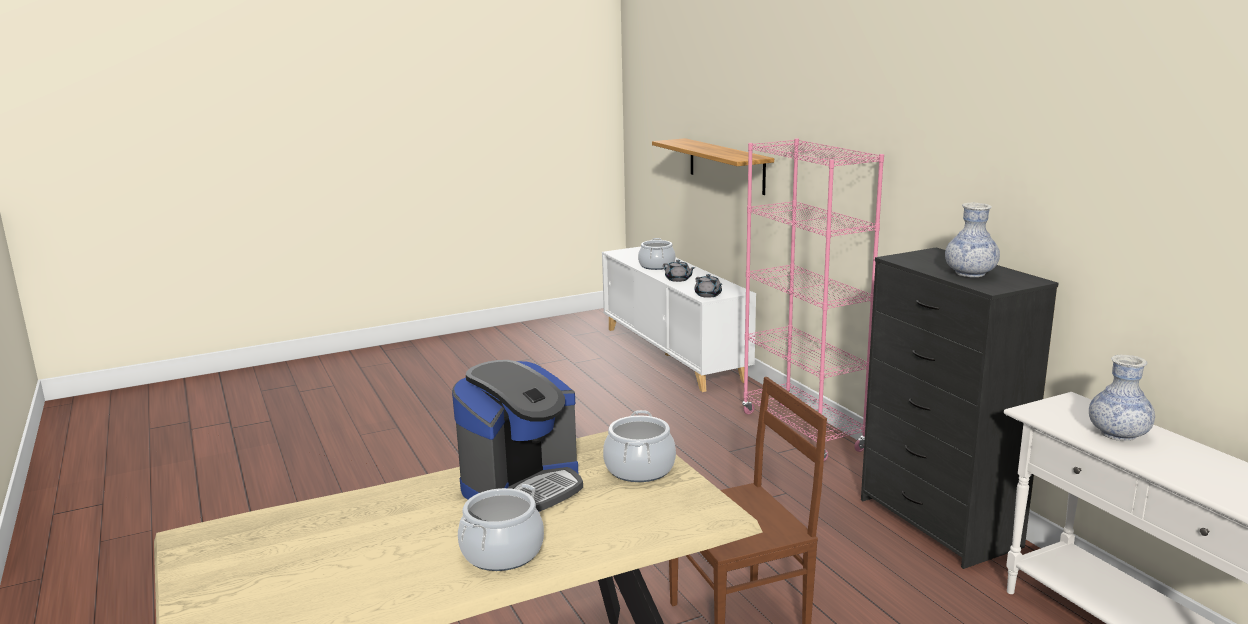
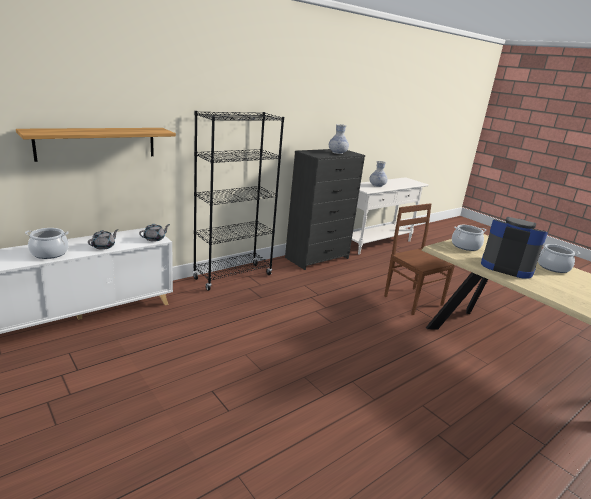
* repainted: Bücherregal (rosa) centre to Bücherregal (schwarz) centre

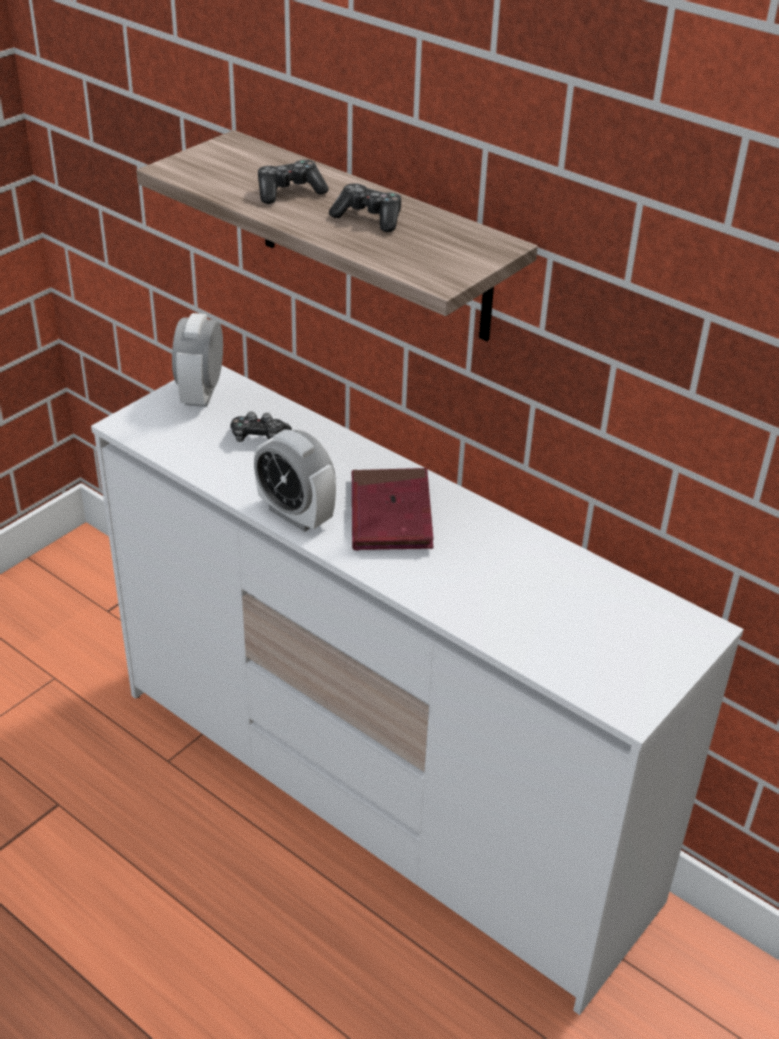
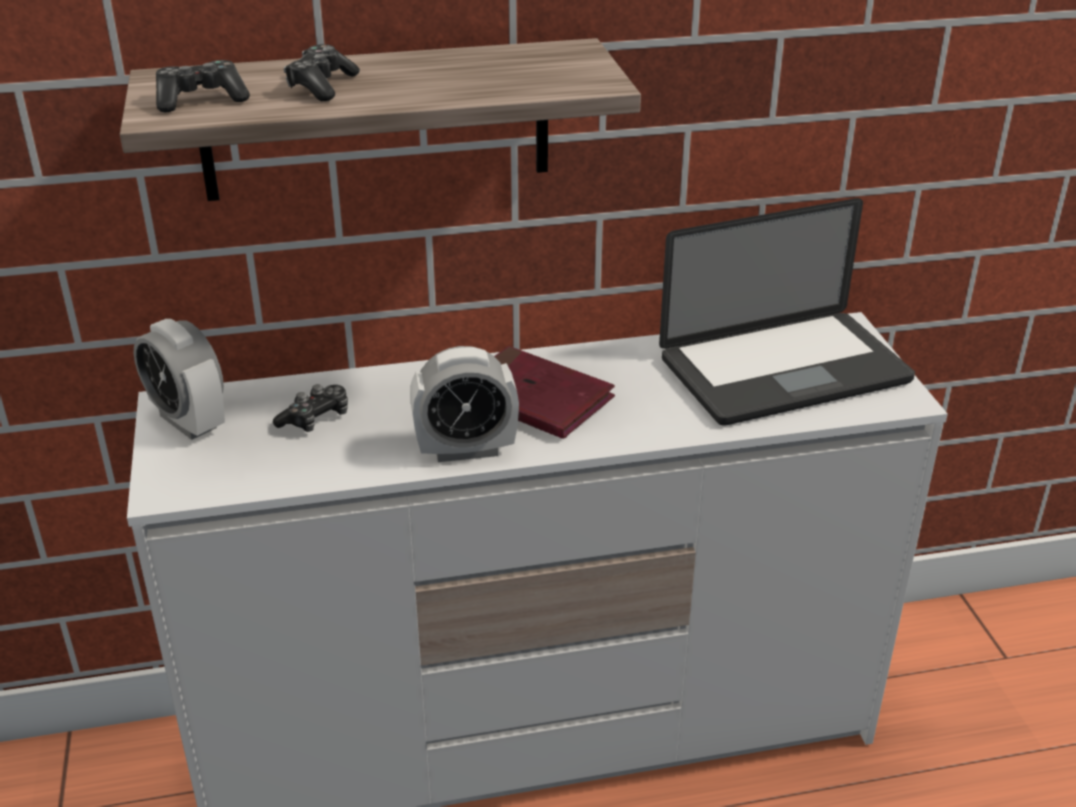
* shifted: Gamepad (no. 3 from left in the first image) top centre to Gamepad (no. 1 from left) top left
* new: Laptop middle right

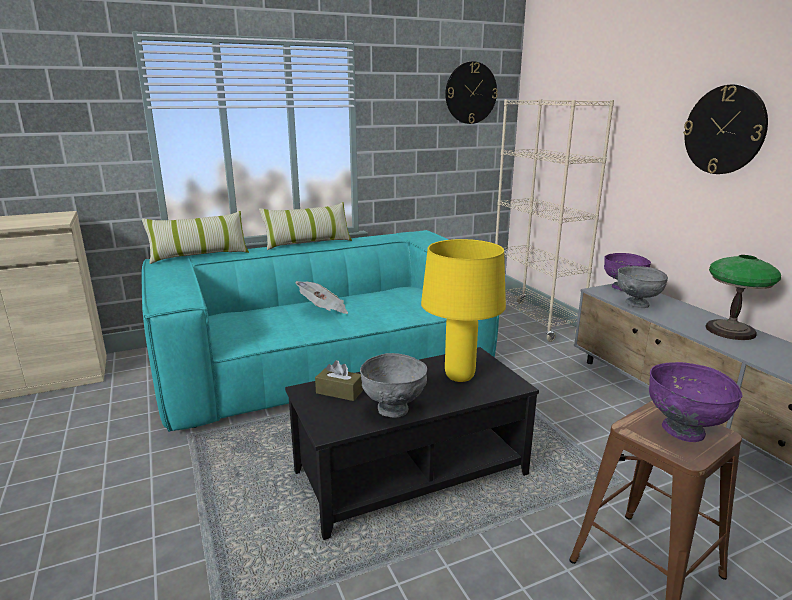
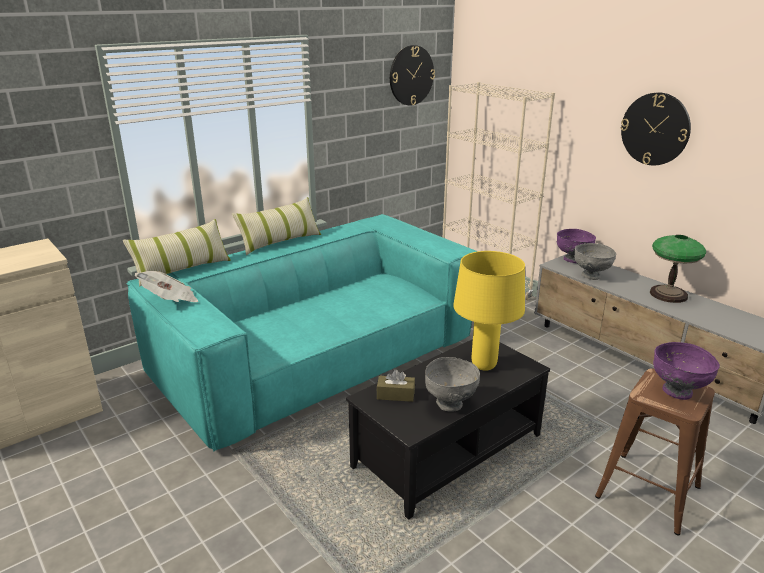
* shifted: Zeitung centre to middle left

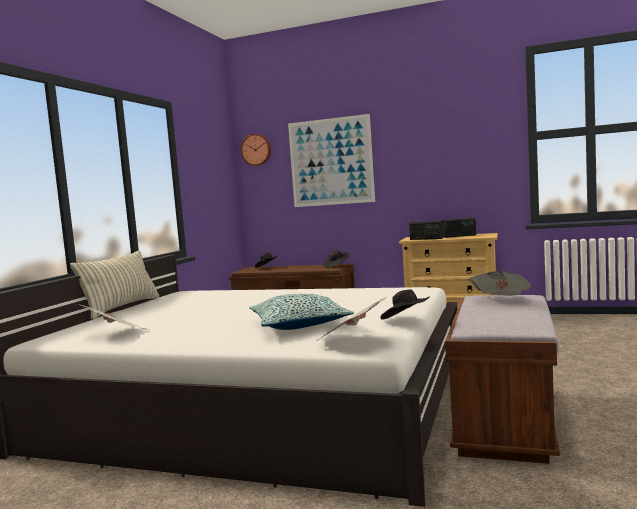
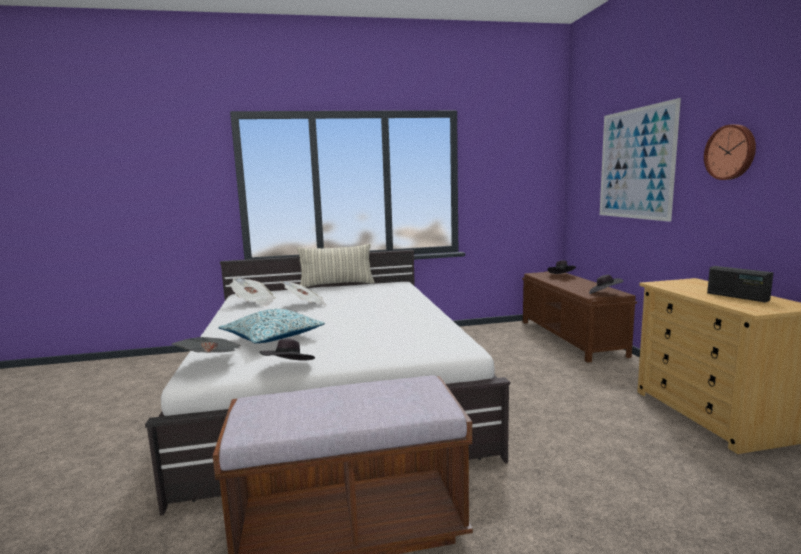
* shifted: Wanduhr top centre to top right
* gone: Radio (no. 1 from left) middle right
* shifted: Zeitung (no. 3 from left) middle right to centre

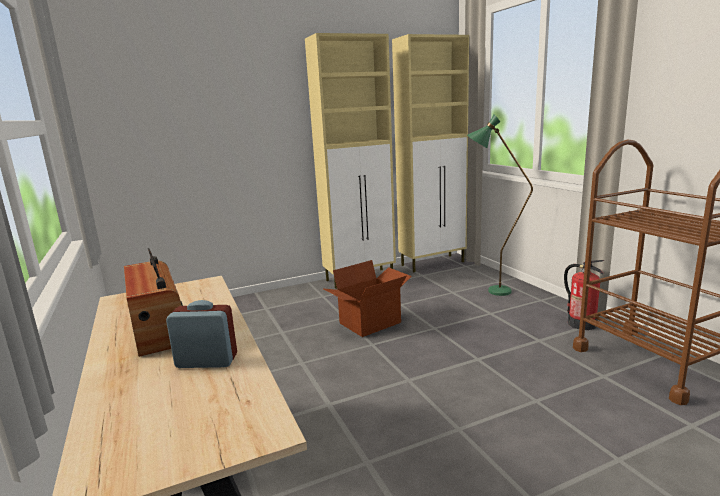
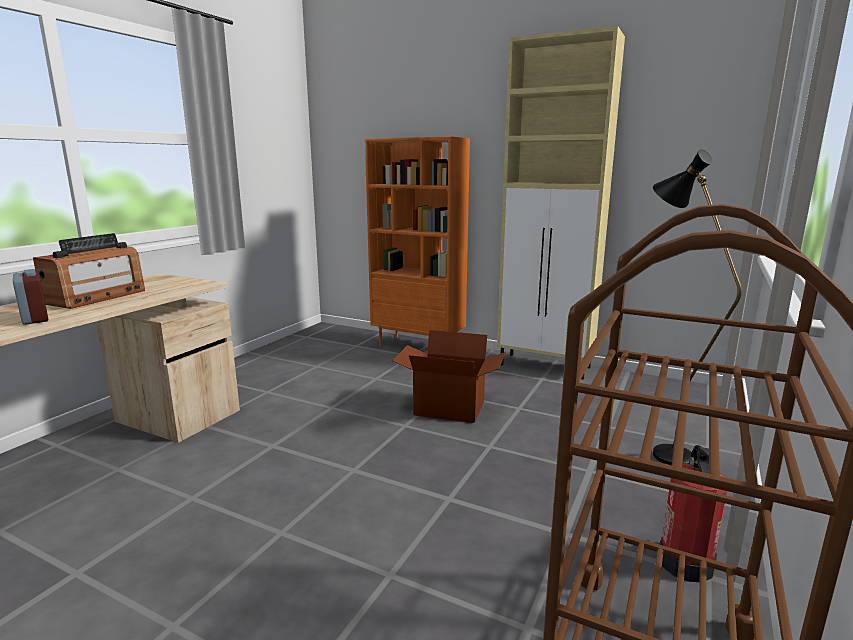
* gone: Schrank (beige) (no. 2 from left) top centre
* repainted: Stehlampe (grün) middle right to Stehlampe (schwarz) middle right
* new: Bücherregal (orange) centre

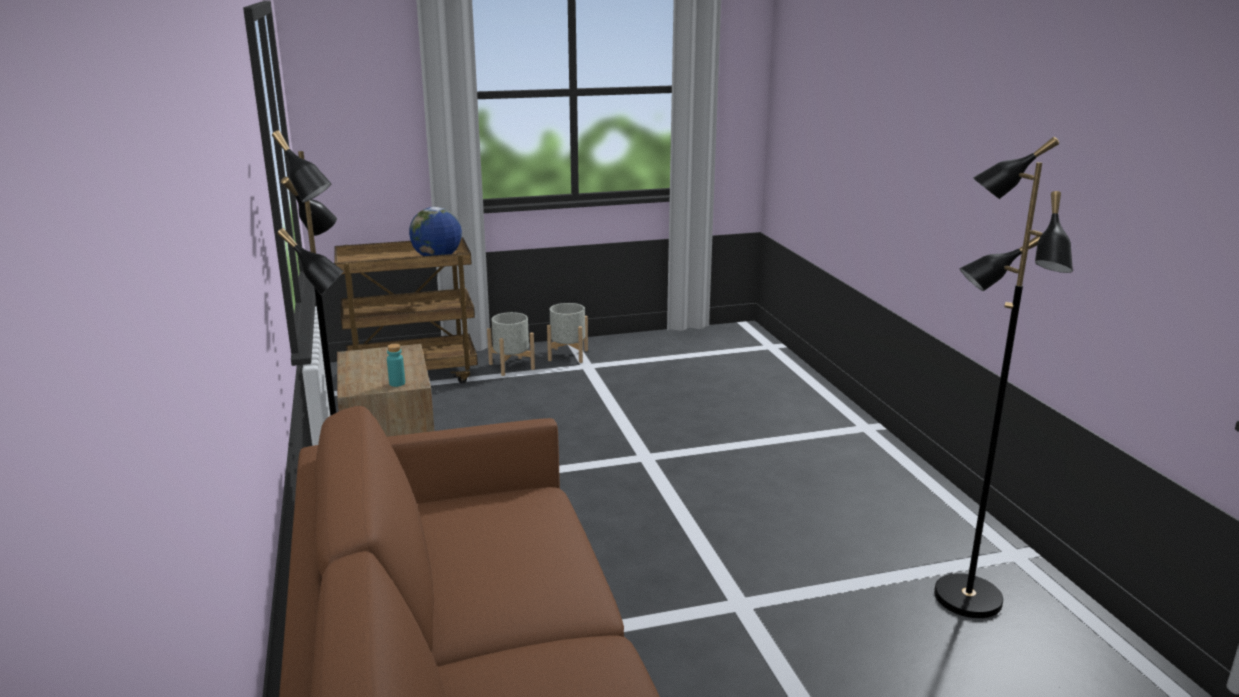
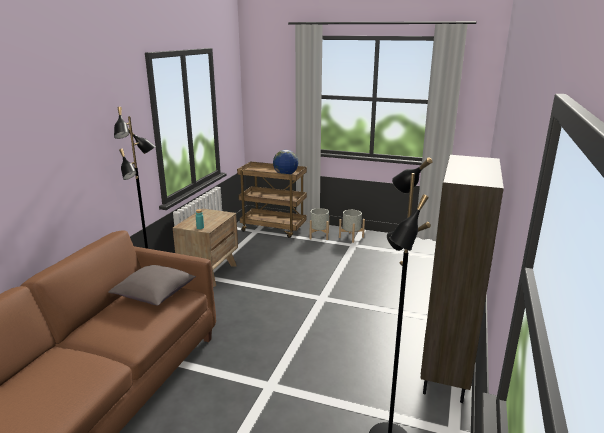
* new: Kissen (grau) middle left
* new: Bücherregal (braun) middle right

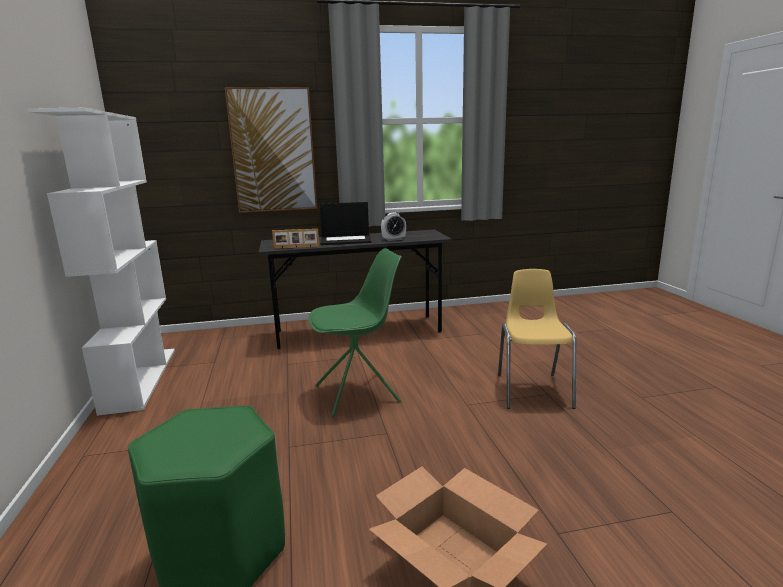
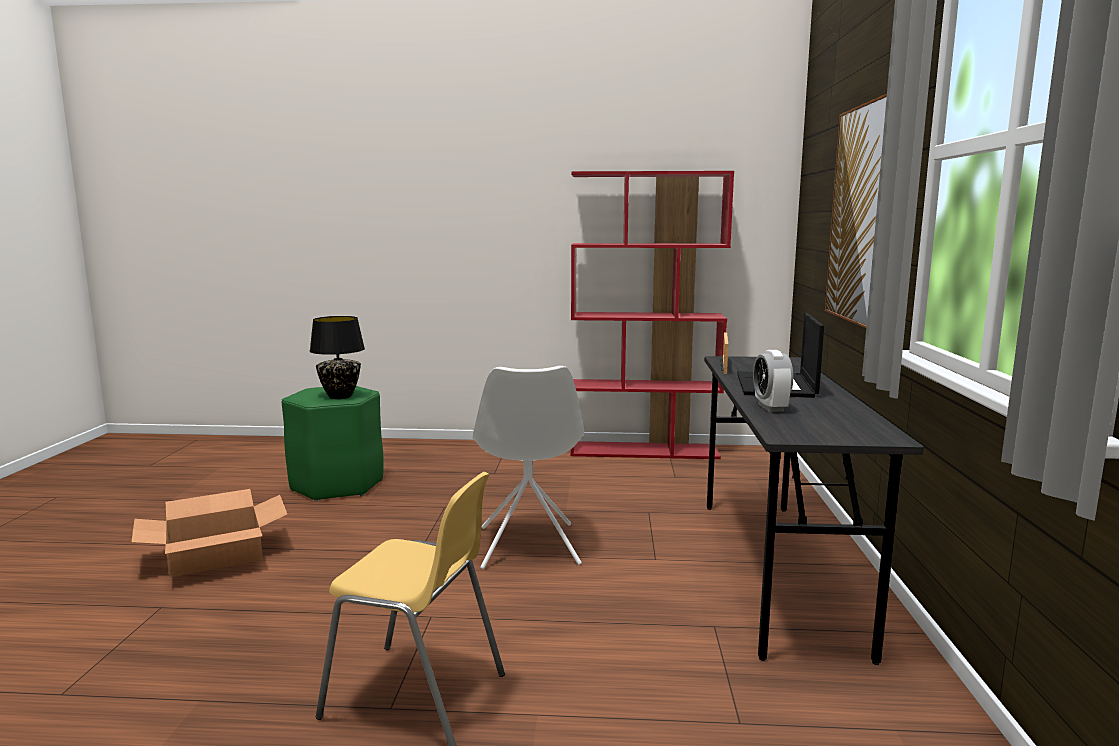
* repainted: Bücherregal (weiß) middle left to Bücherregal (rot) centre
* repainted: Stuhl (grün) centre to Stuhl (weiß) centre
* new: Tischlampe (schwarz) middle left

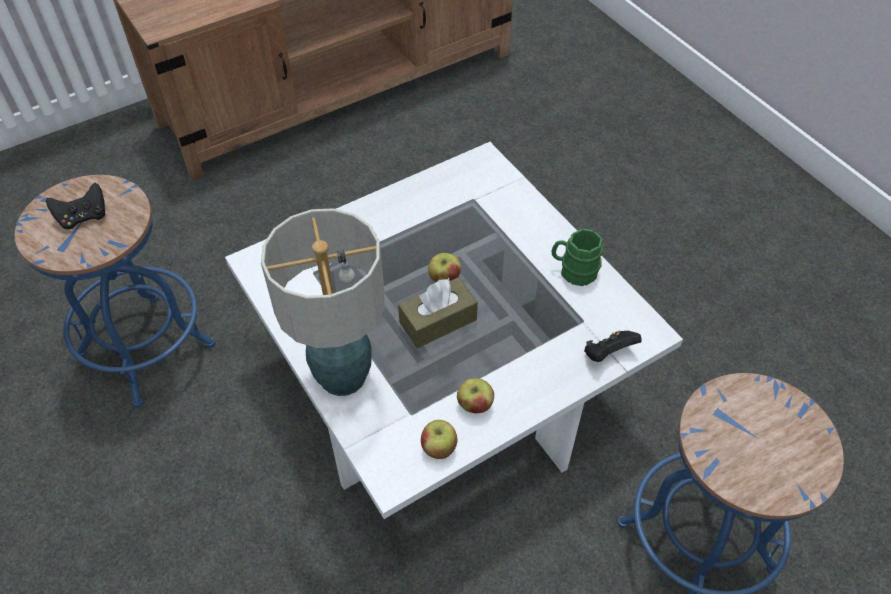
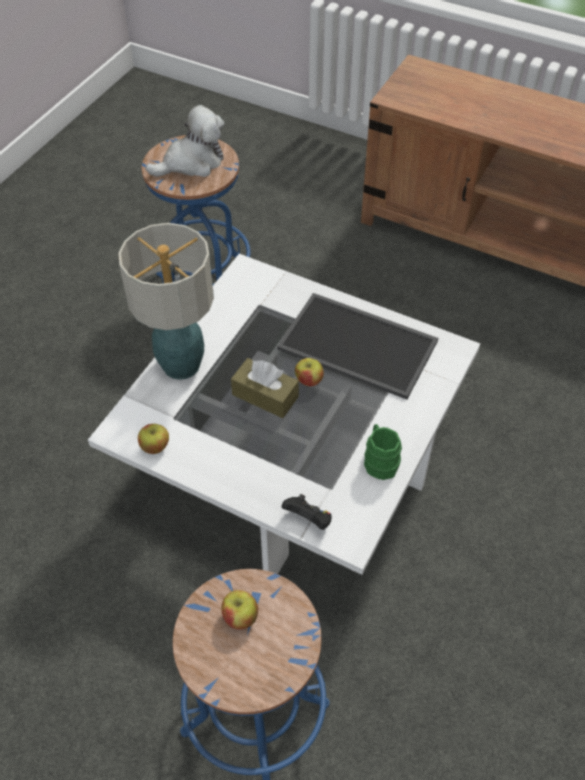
* swapped: Gamepad (schwarz) (no. 1 from left) middle left to Plüschtier top left
* shifted: Apfel (no. 3 from left in the first image) centre to Apfel (no. 2 from left) bottom centre
* new: Tablett centre

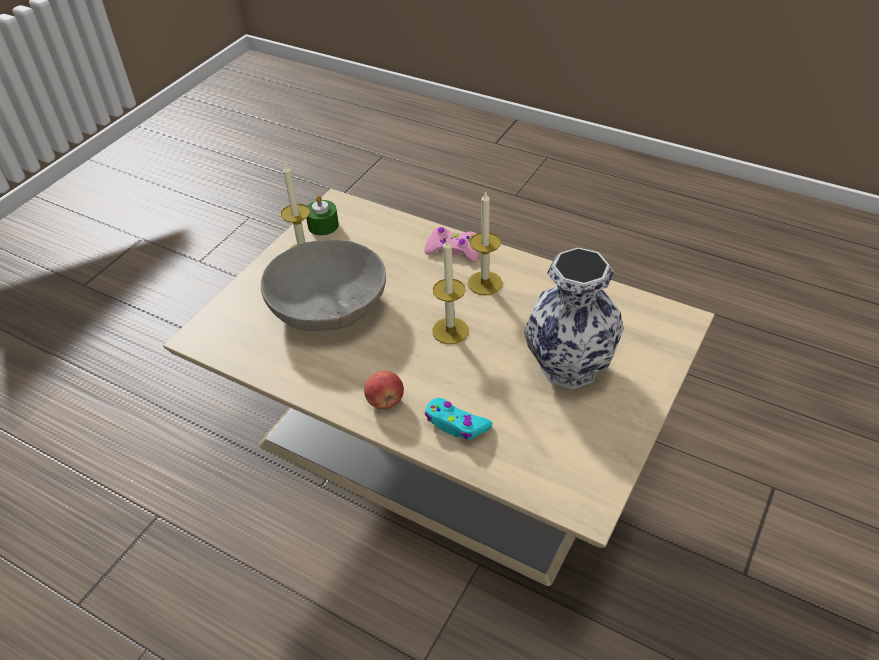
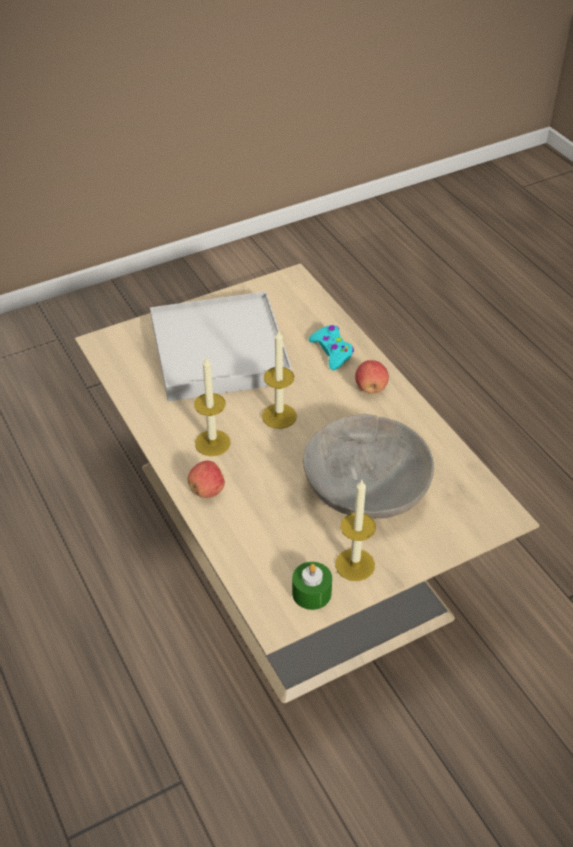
* swapped: Gamepad (rosa) centre to Apfel (no. 1 from left) centre
* swapped: Vase centre to Tablett (weiß) centre

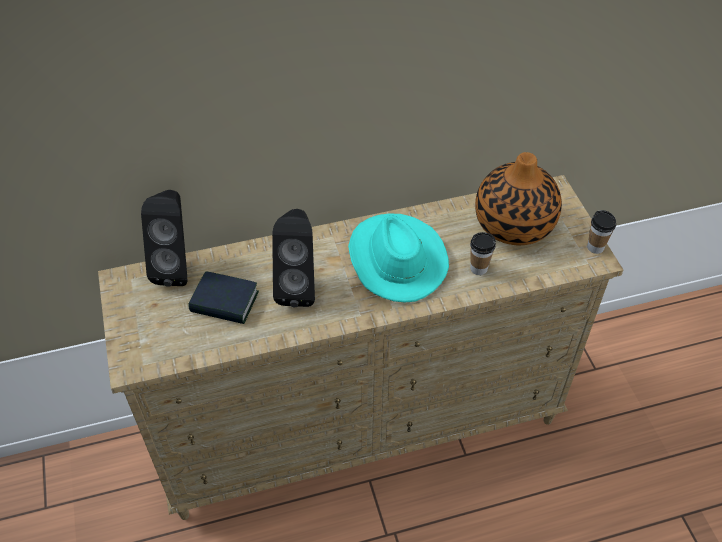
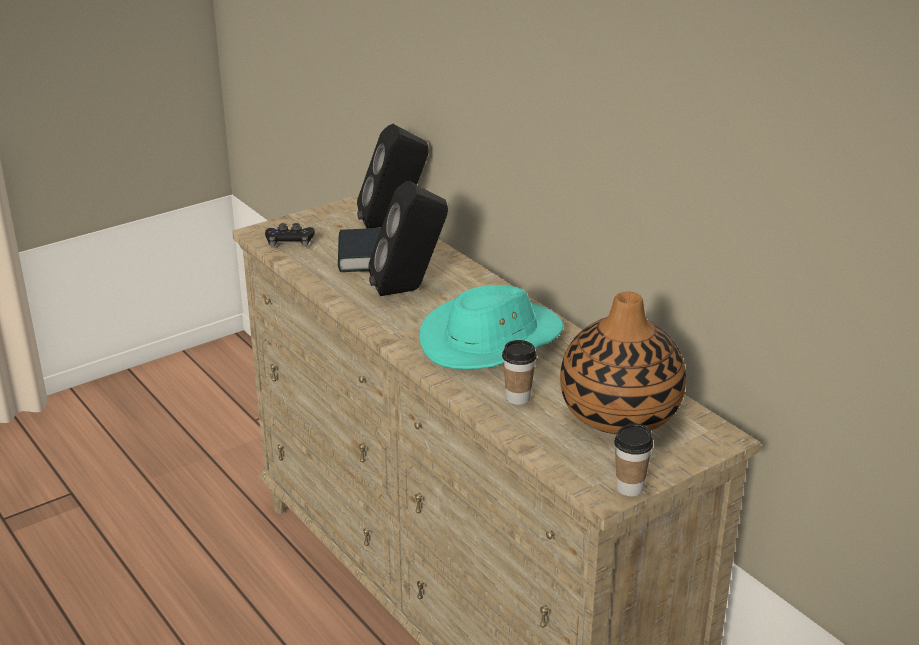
* new: Gamepad (schwarz) middle left

